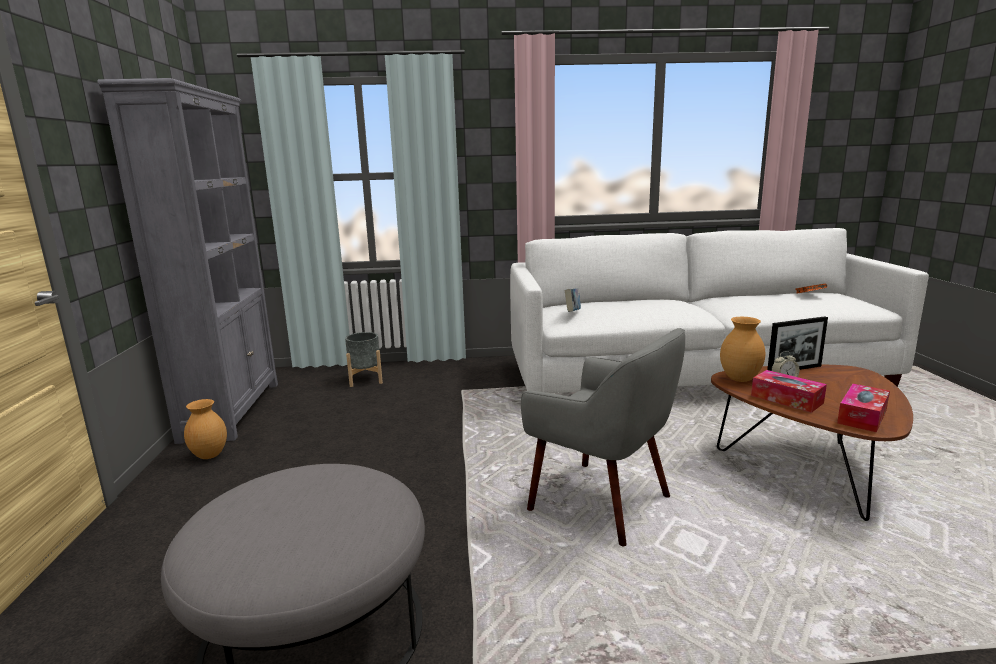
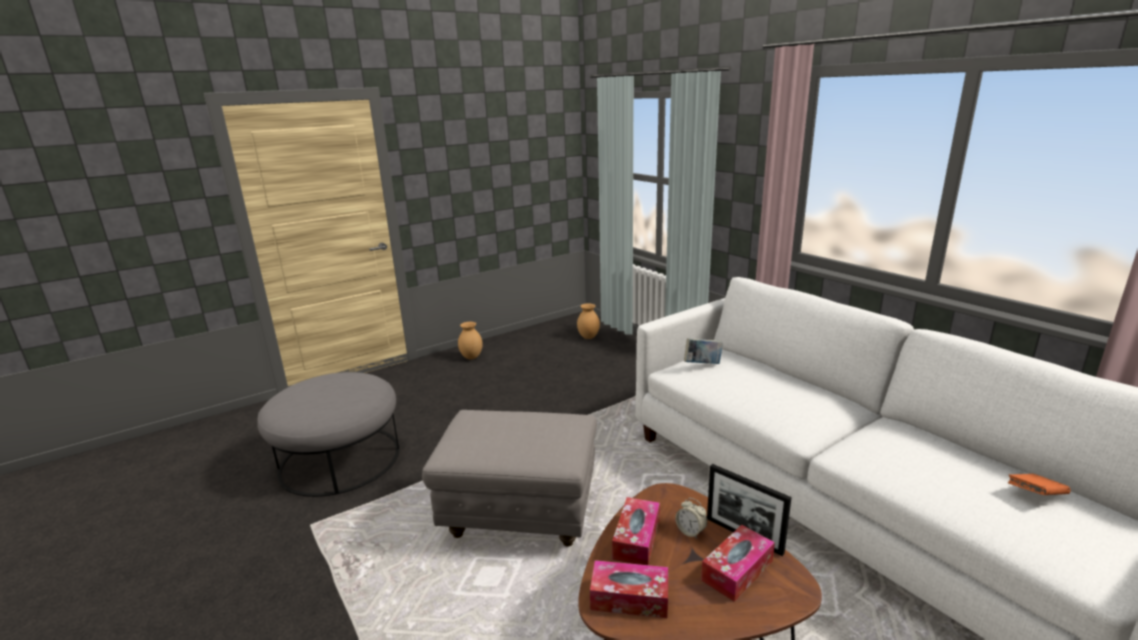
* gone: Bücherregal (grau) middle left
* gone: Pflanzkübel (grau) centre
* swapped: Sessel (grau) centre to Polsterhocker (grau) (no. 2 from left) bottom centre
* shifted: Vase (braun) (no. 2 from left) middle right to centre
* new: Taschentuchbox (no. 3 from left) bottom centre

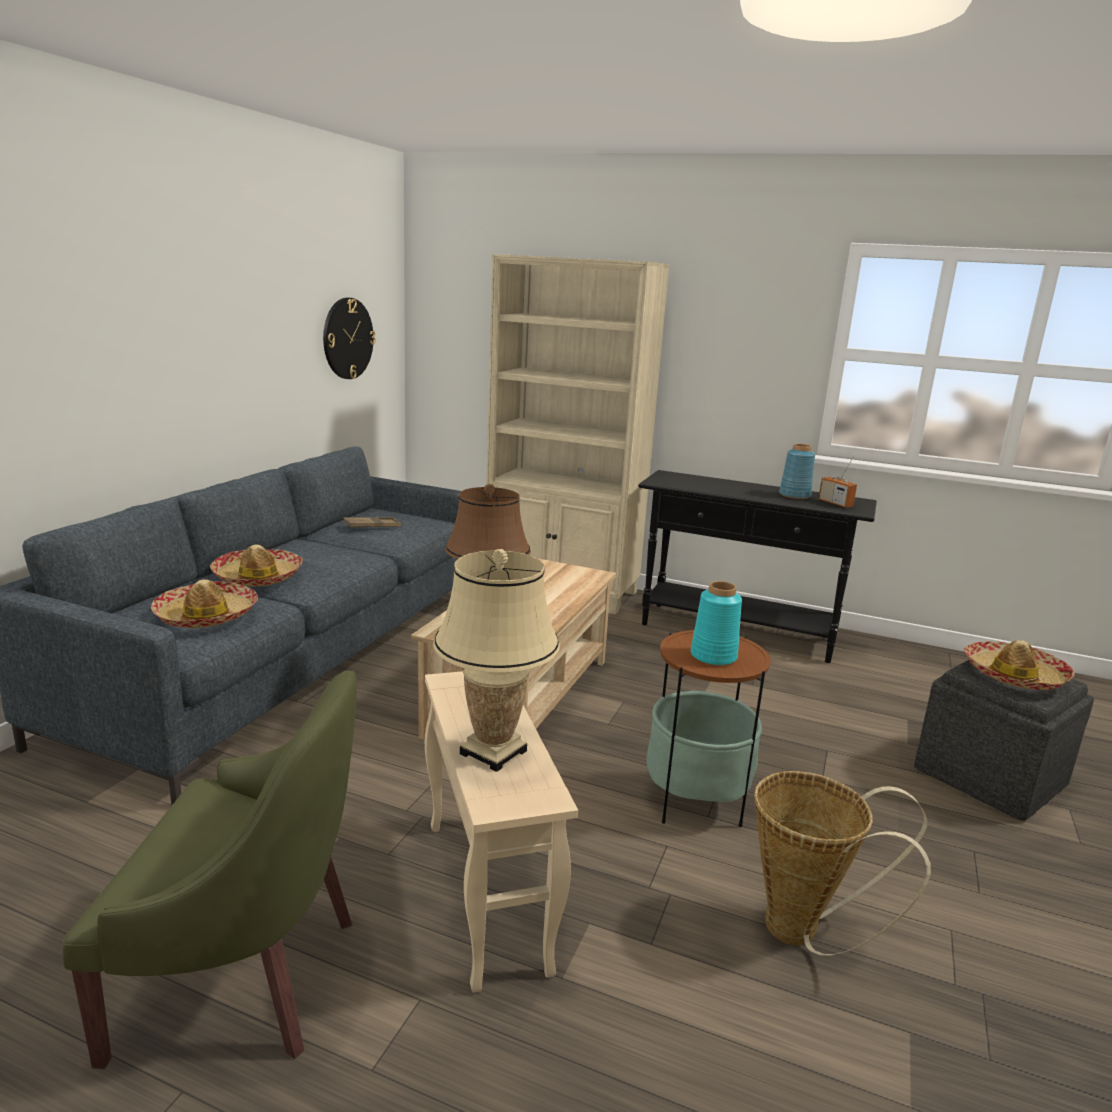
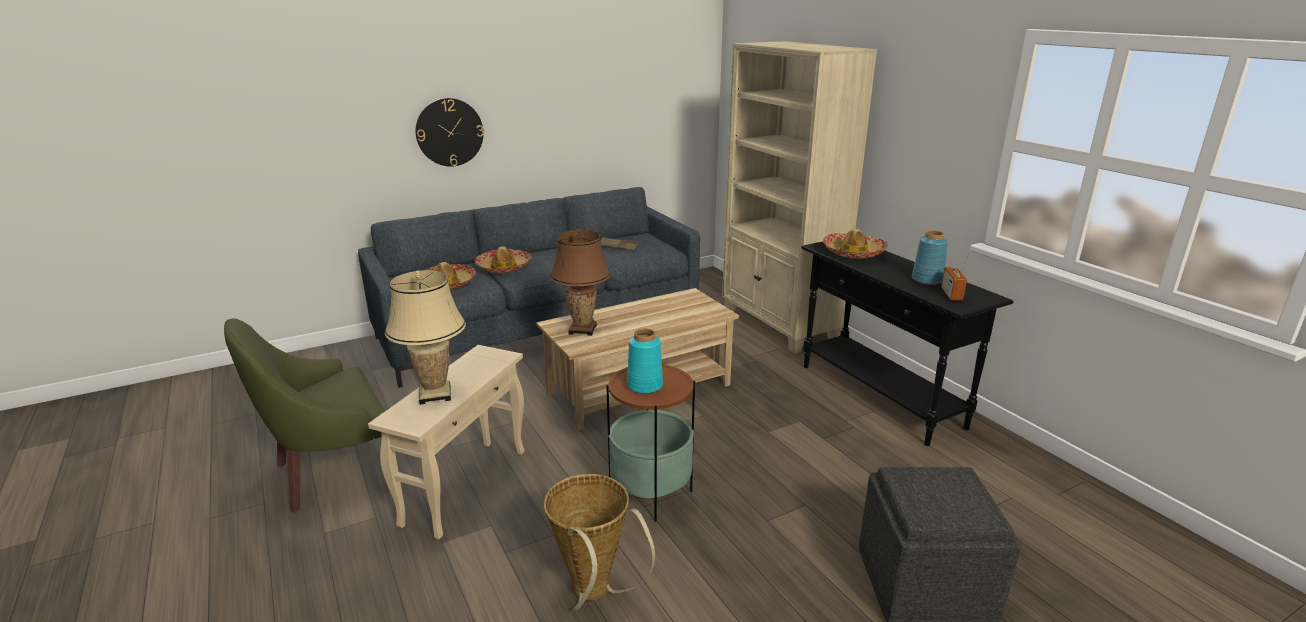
* rotated: Sessel (grün) bottom left = bottom left 105 degrees clockwise
* shifted: Wanduhr top left to top centre
* shifted: Hut (no. 3 from left) middle right to centre

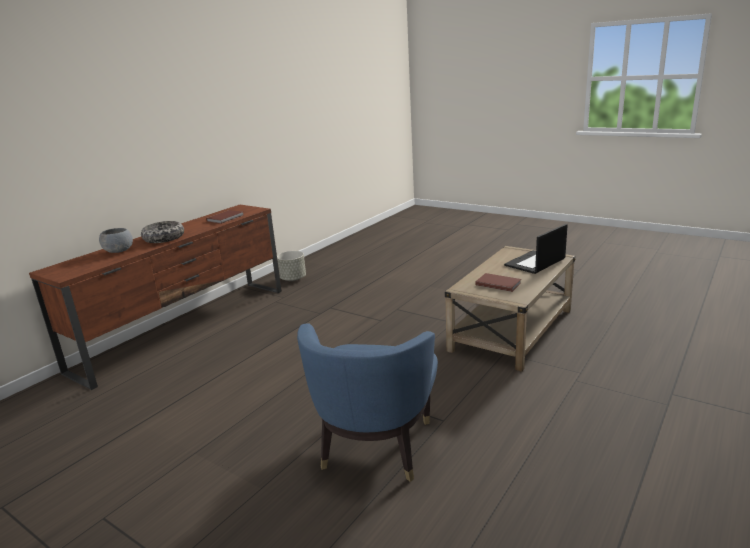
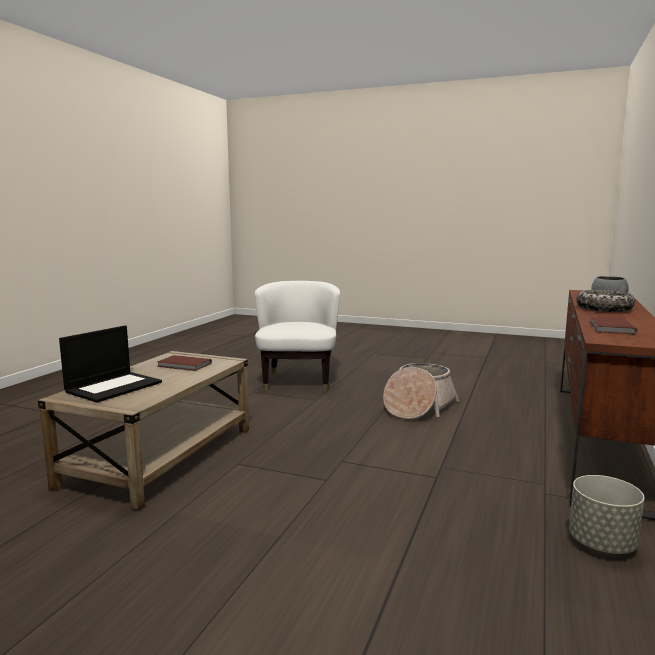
* repainted: Sessel (blau) bottom centre to Sessel (weiß) centre
* new: Korb centre

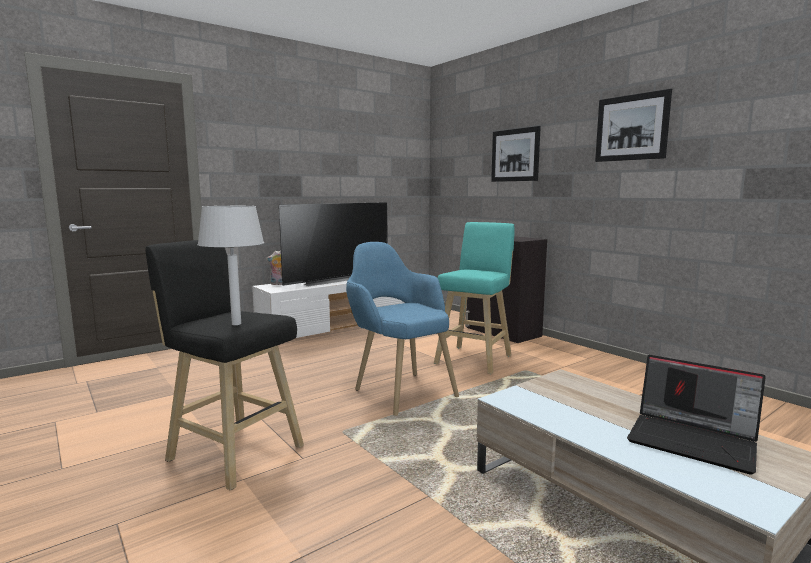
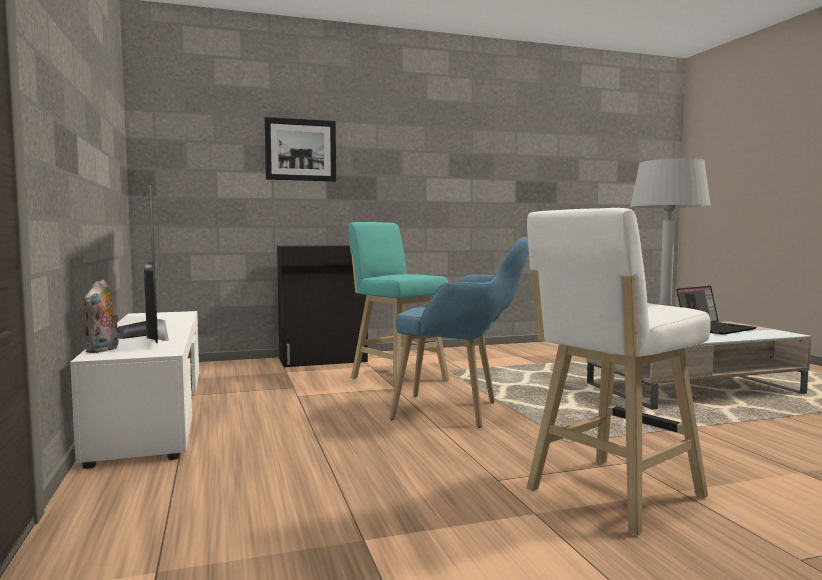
* repainted: Hocker (schwarz) middle left to Hocker (weiß) middle right
* rotated: Sessel (blau) centre = centre 150 degrees counterclockwise
* gone: Bild (no. 2 from left) top right

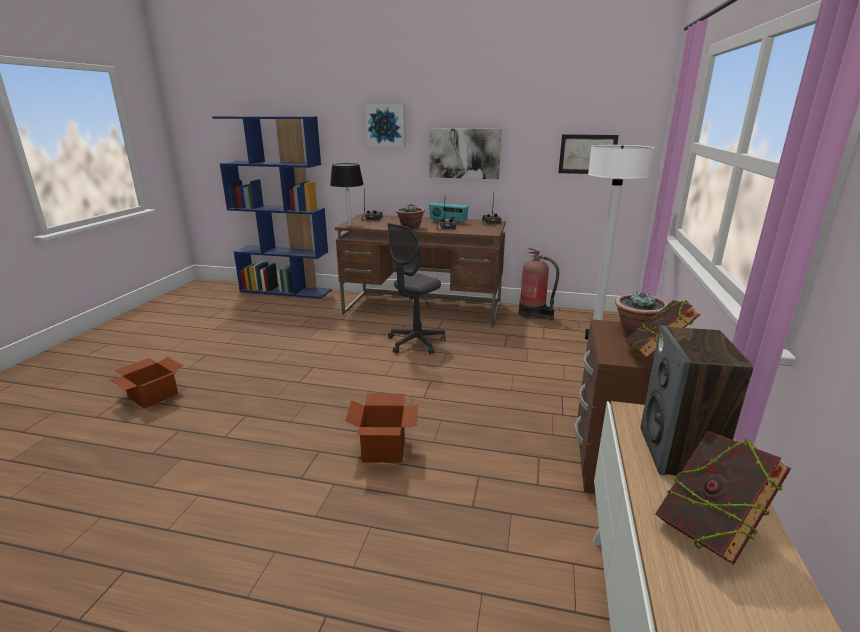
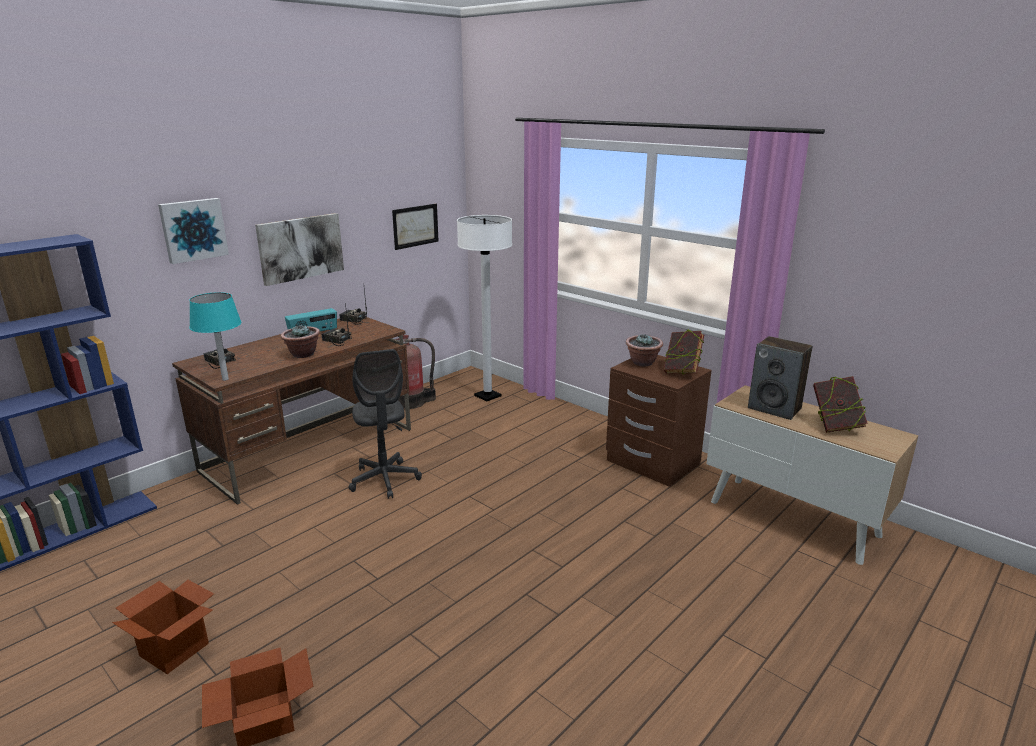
* repainted: Tischlampe (schwarz) top centre to Tischlampe (türkis) middle left
* shifted: Karton (no. 2 from left in the first image) bottom centre to Karton (no. 1 from left) bottom left

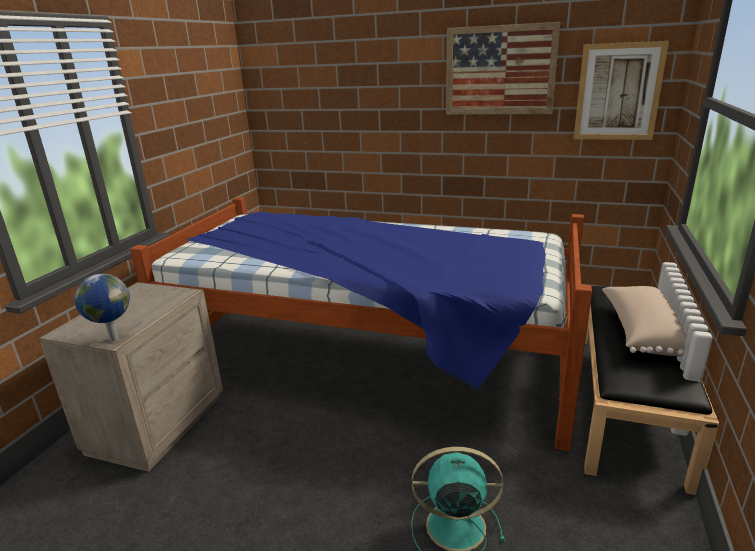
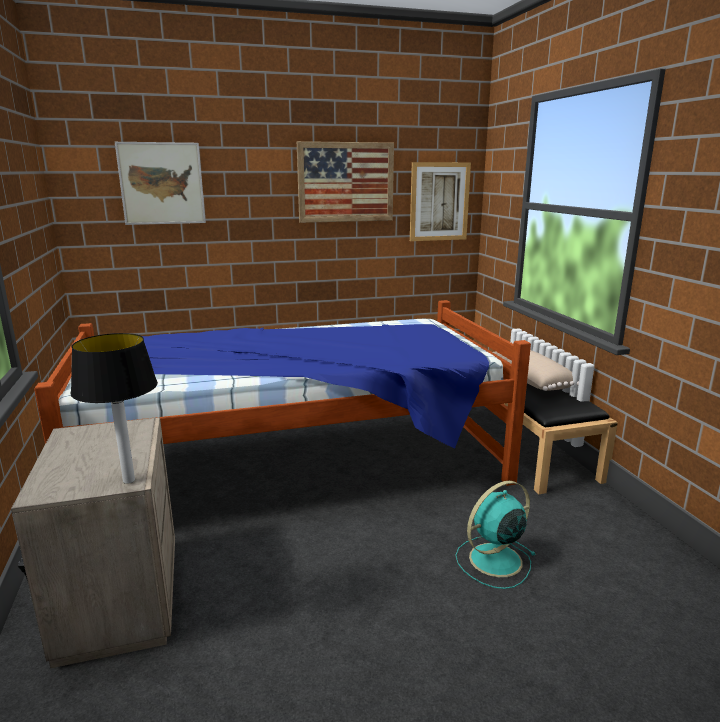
* swapped: Globus middle left to Tischlampe middle left
* new: Bild (no. 1 from left) top left

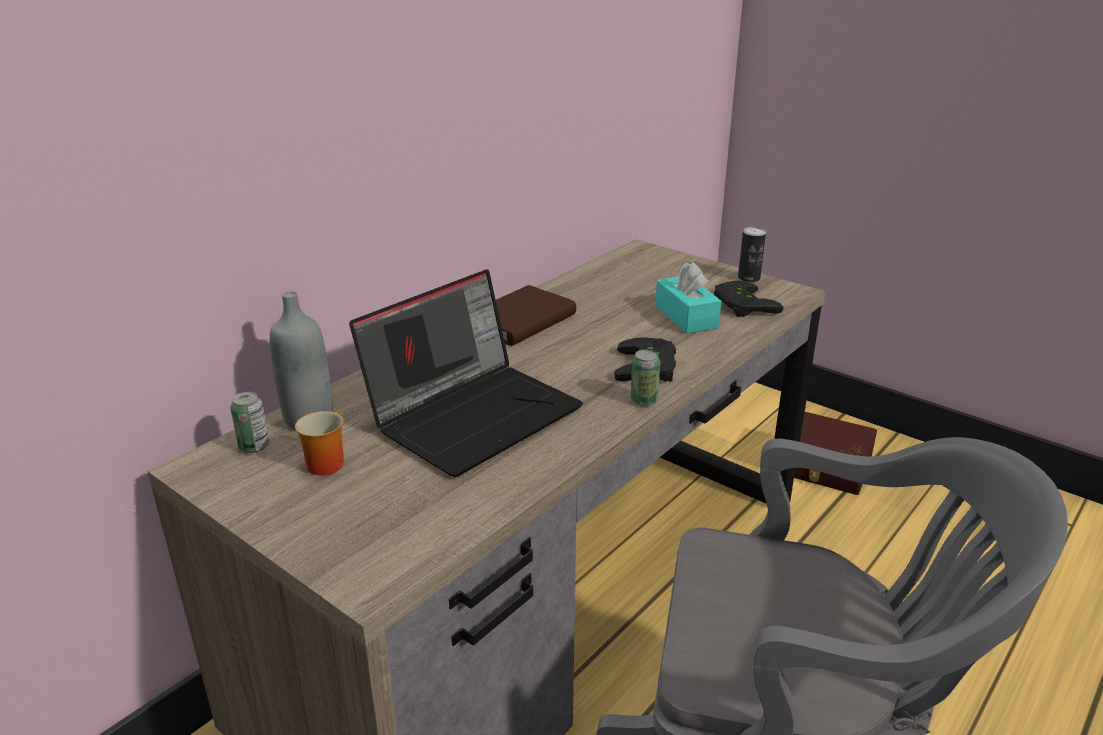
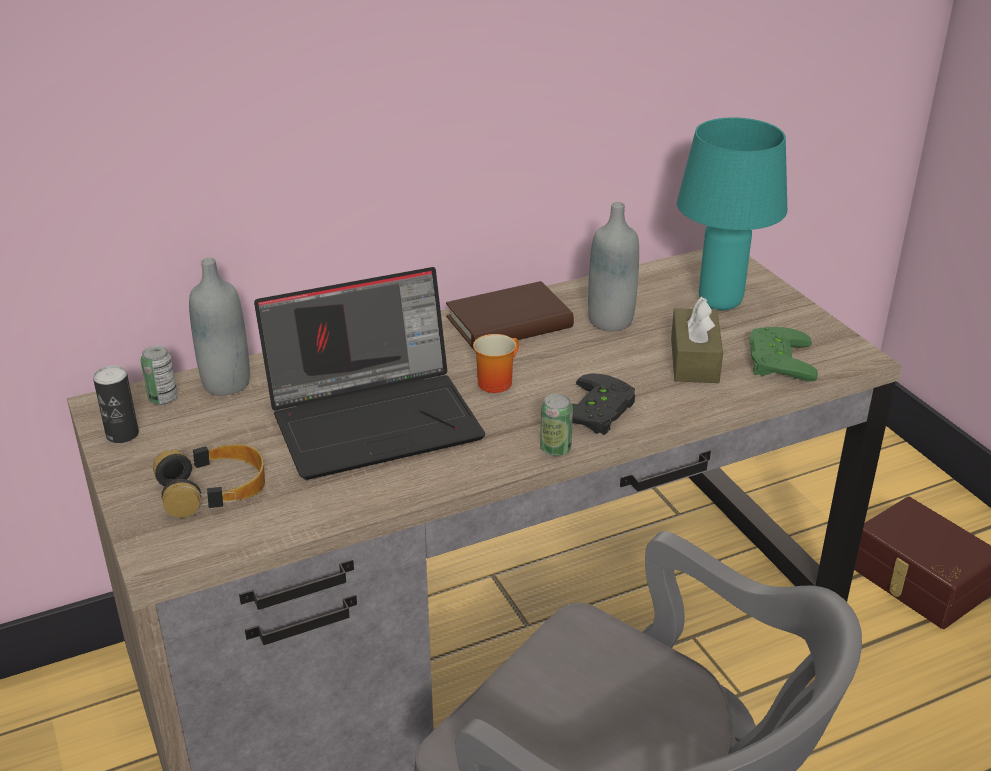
* shifted: Henkelbecher middle left to centre
* repainted: Taschentuchbox (türkis) centre to Taschentuchbox (braun) middle right
* repainted: Gamepad (schwarz) (no. 2 from left) middle right to Gamepad (grün) middle right
* shifted: Dose (no. 3 from left in the first image) middle right to Dose (no. 1 from left) middle left
* new: Kopfhörer middle left
* new: Flasche (grau) (no. 2 from left) centre
* new: Tischlampe (türkis) top right

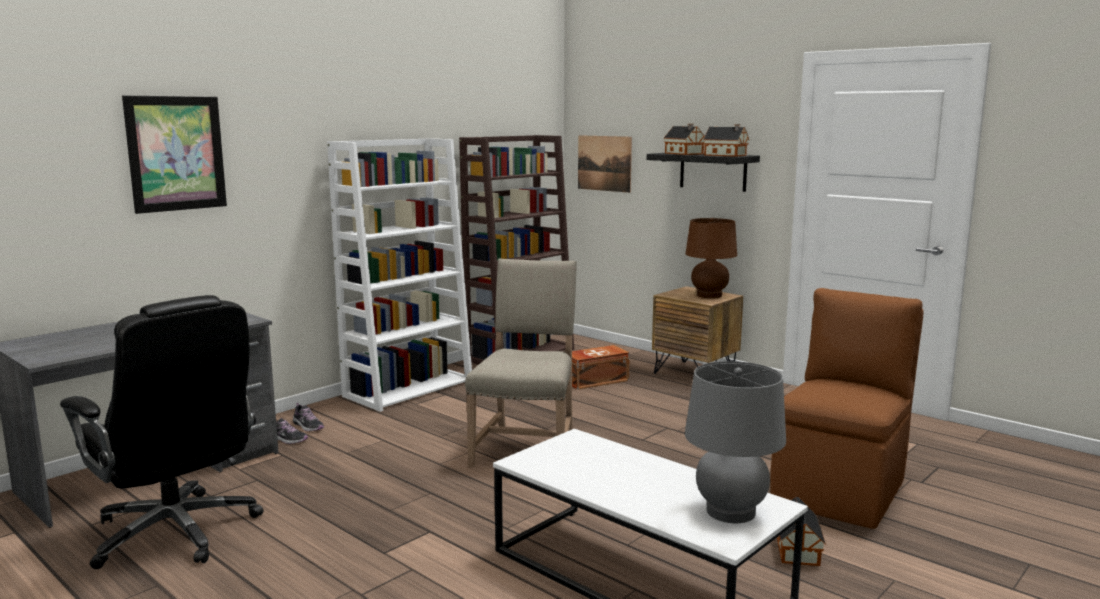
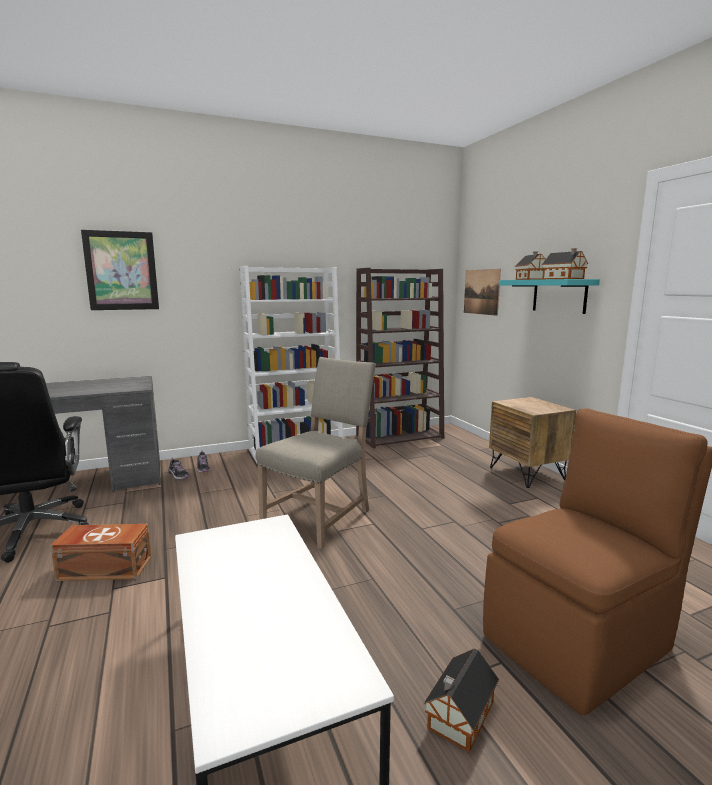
* shifted: Aufbewahrungsbox (braun) centre to bottom left
* repainted: Wandregal (schwarz) top centre to Wandregal (türkis) middle right
* gone: Tischlampe (braun) centre
* gone: Tischlampe (grau) bottom right

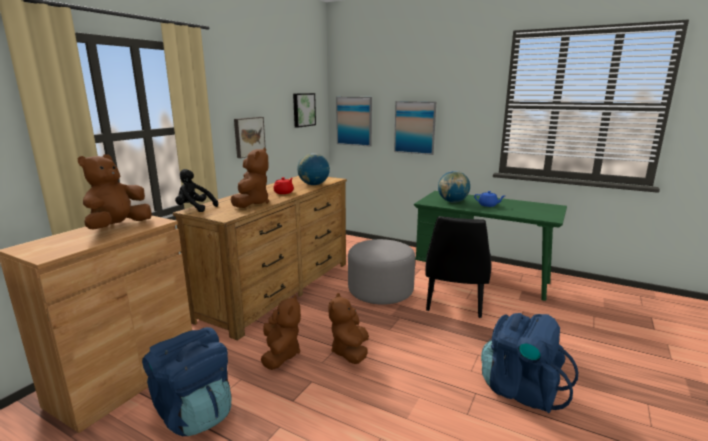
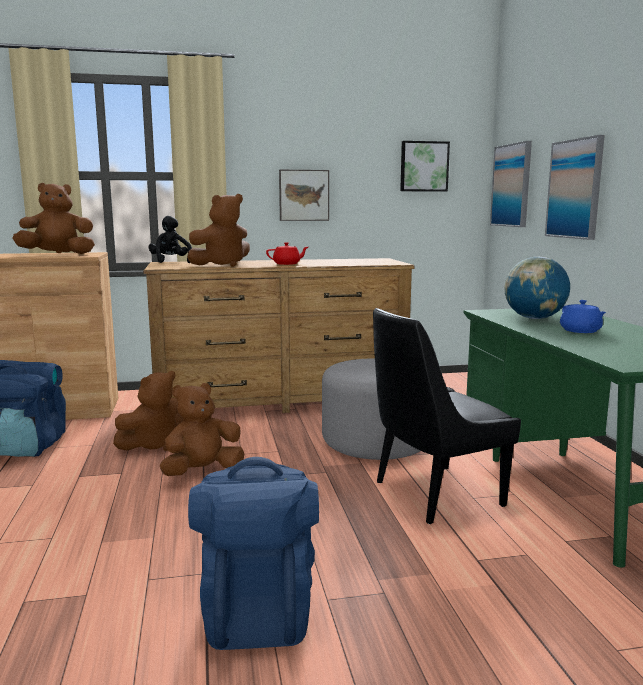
* gone: Globus (no. 1 from left) centre

